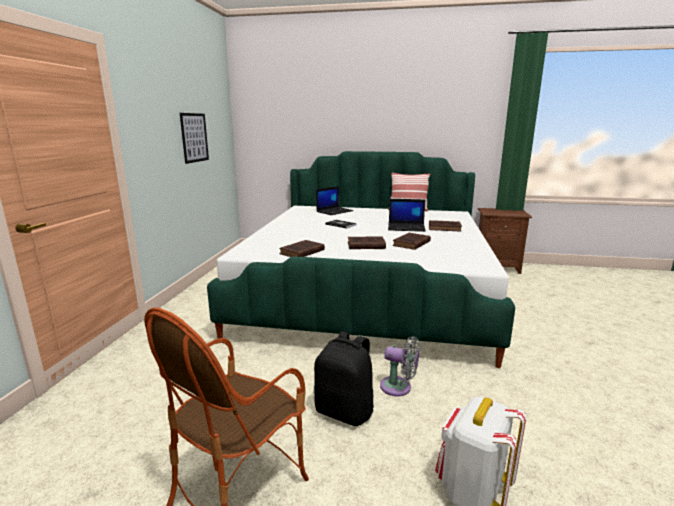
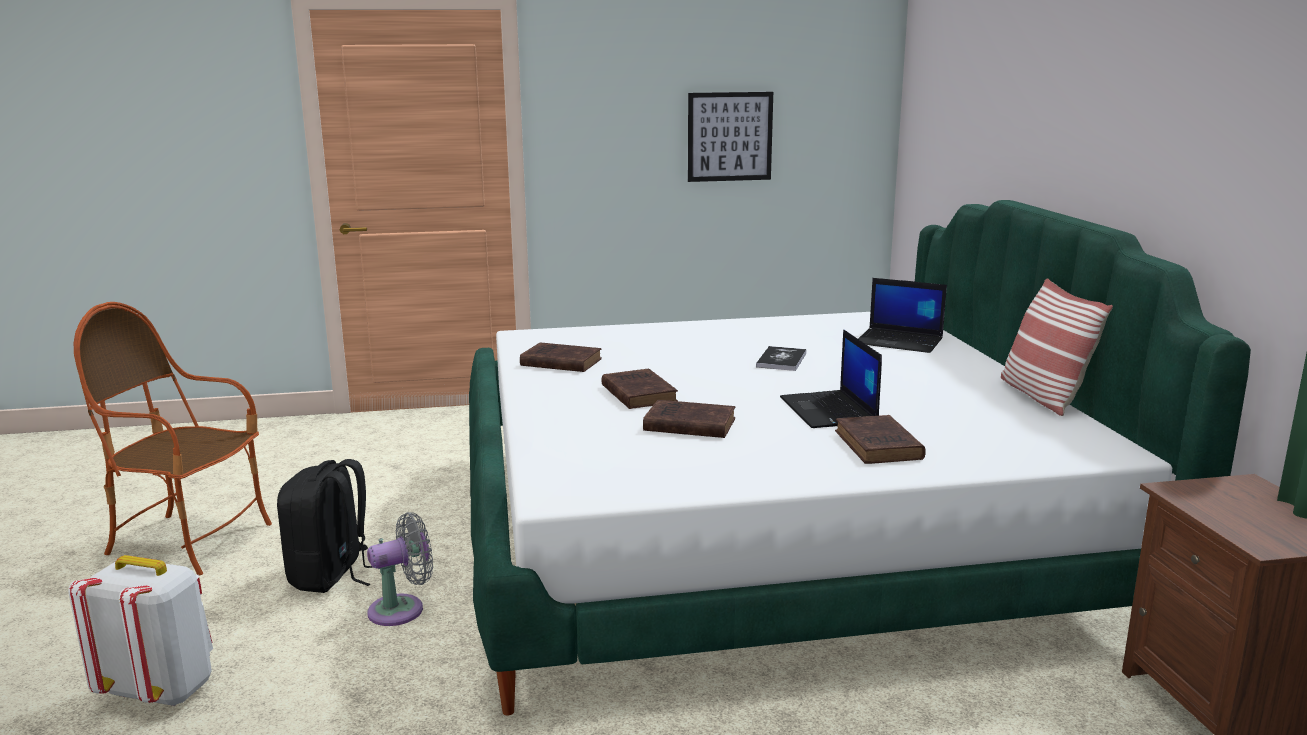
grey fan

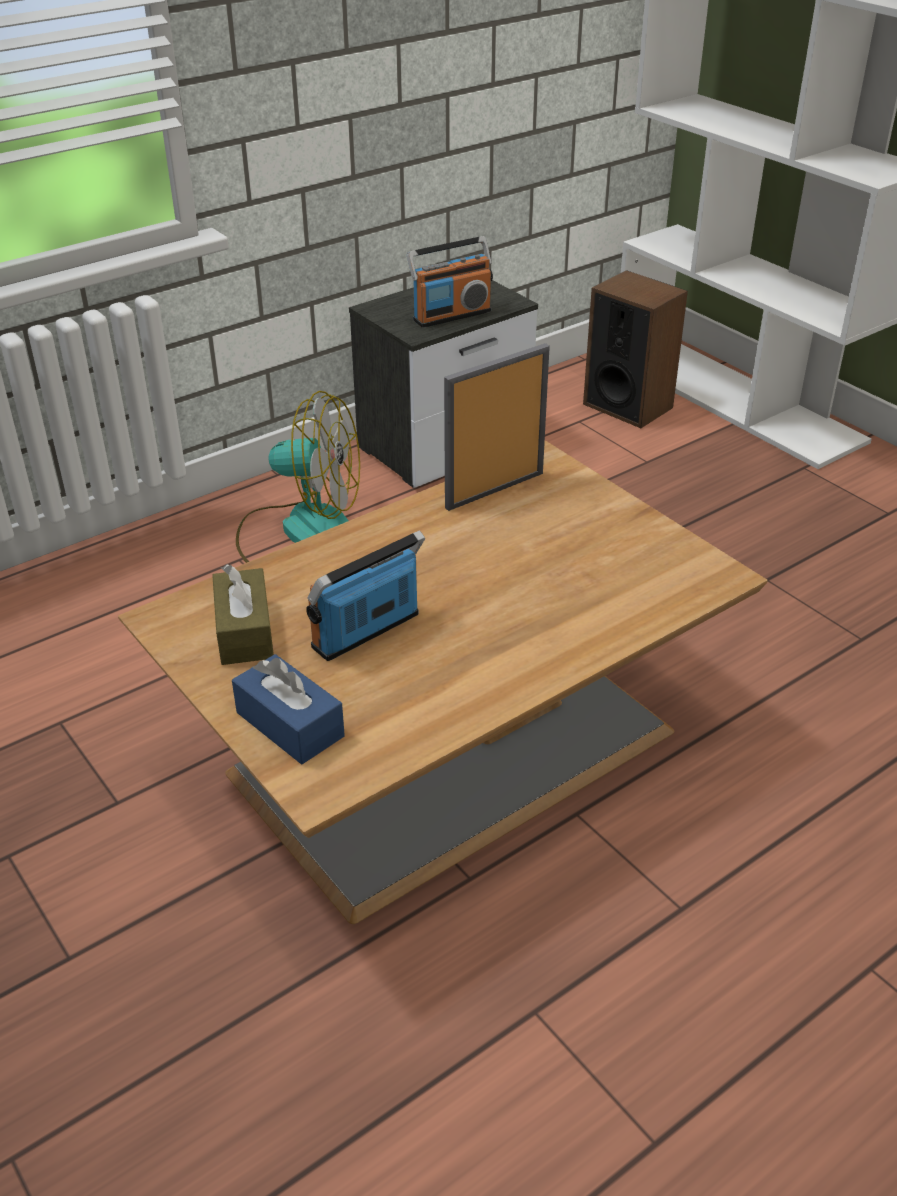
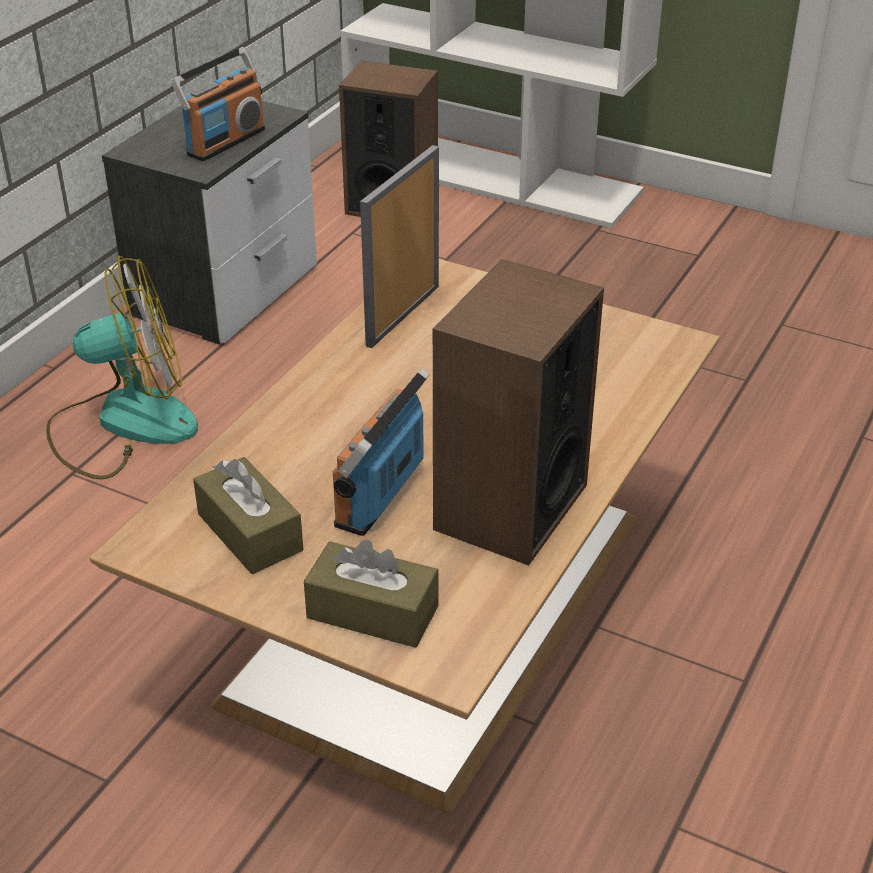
speaker (2nd from left)
brown tissue box (2nd from left)

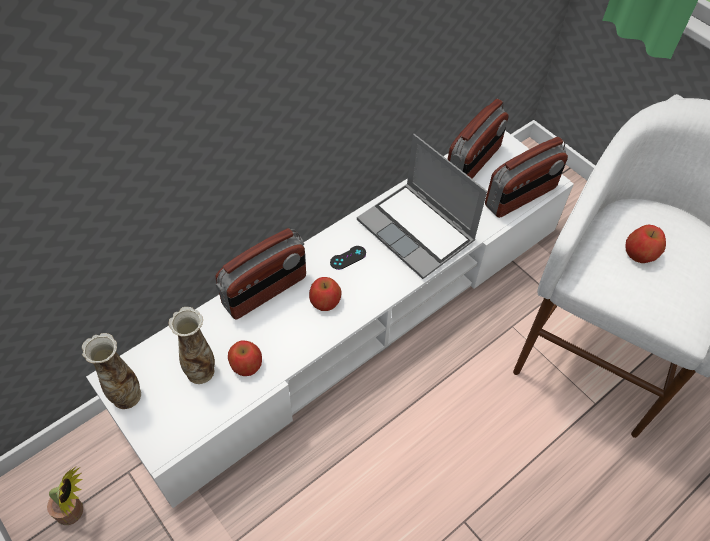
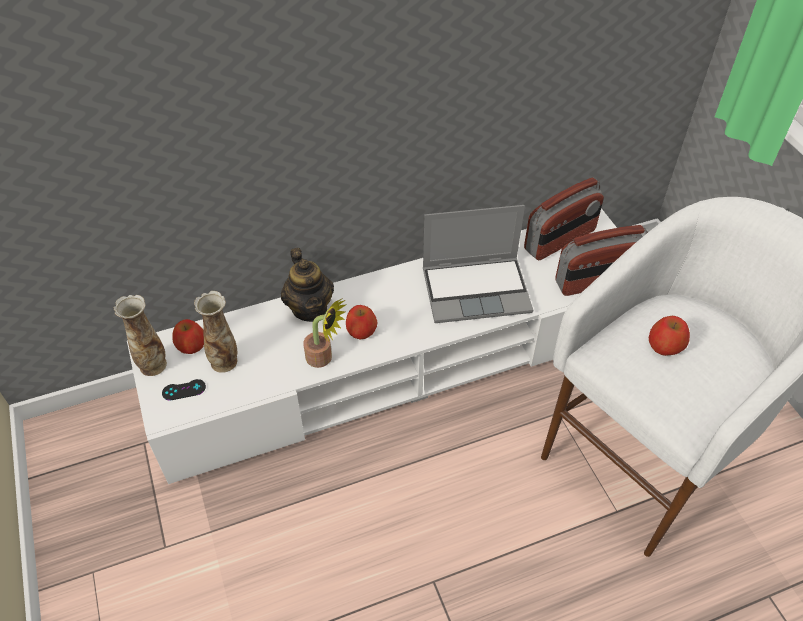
potted plant
apple (1st from left)
black game controller
teapot
laptop

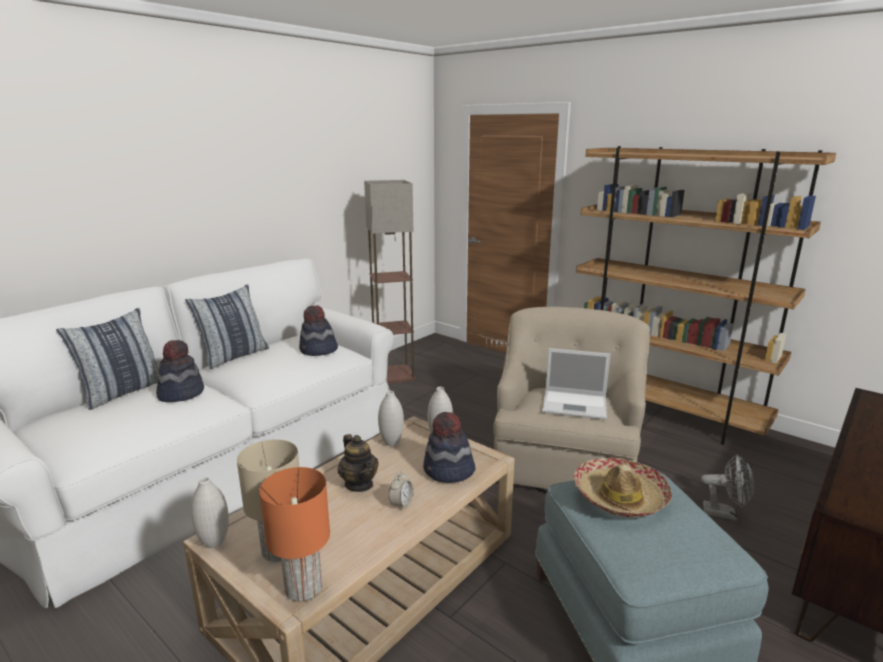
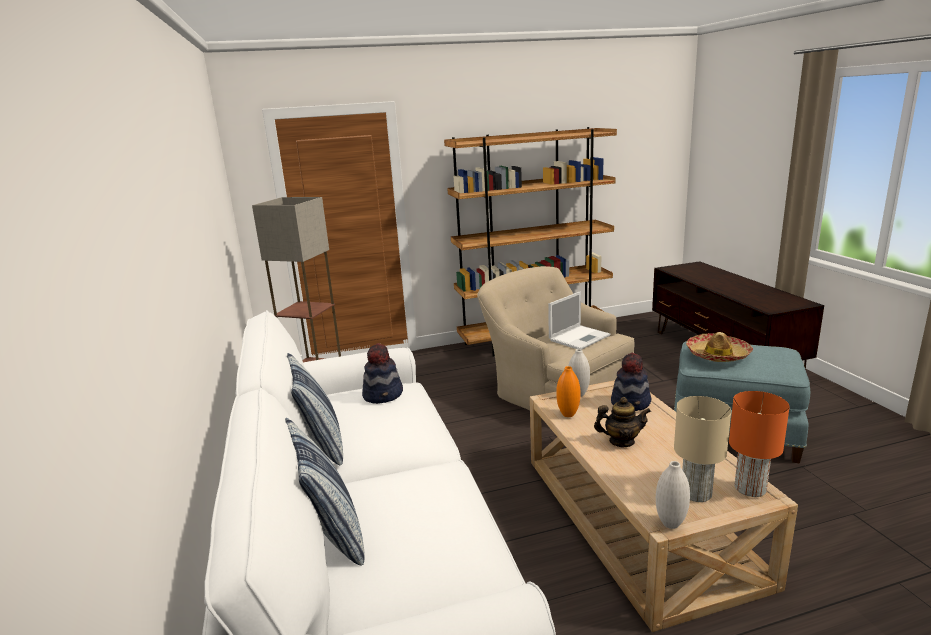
hat (1st from left in the first image)
alarm clock
grey fan
orange vase

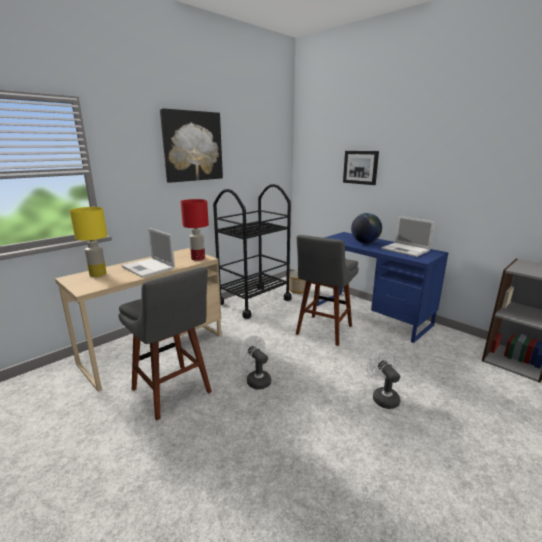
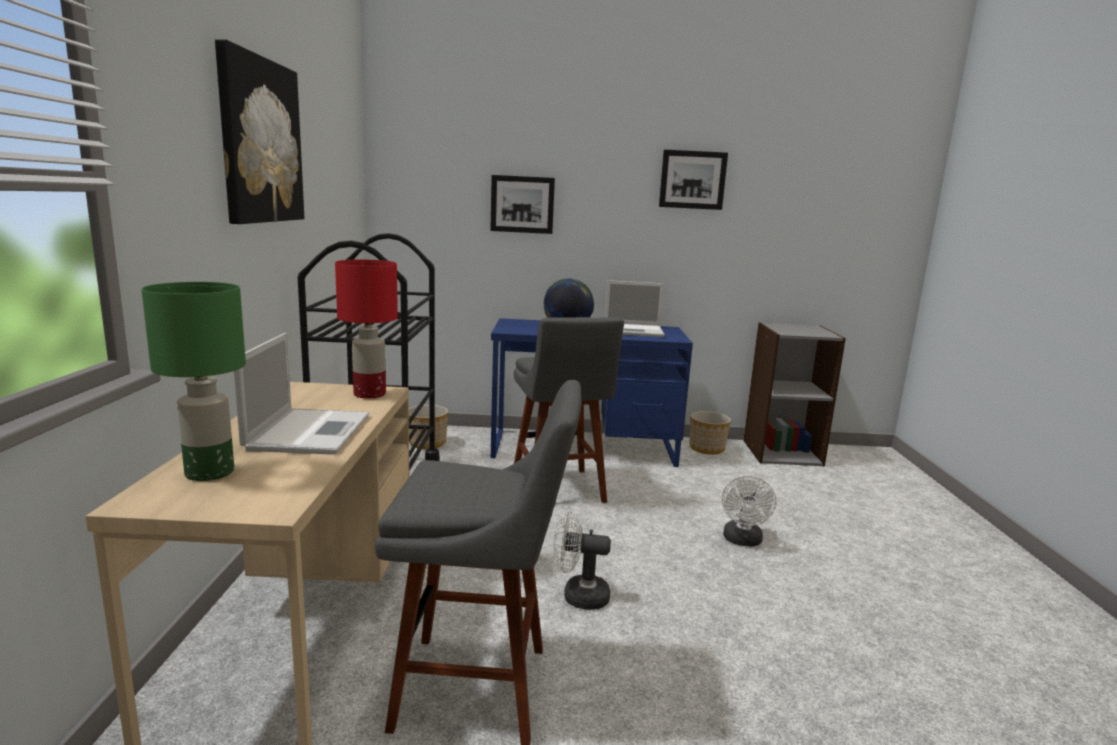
picture (3rd from left)
planter (2nd from left)
green table lamp
laptop (1st from left)
white fan (2nd from left)

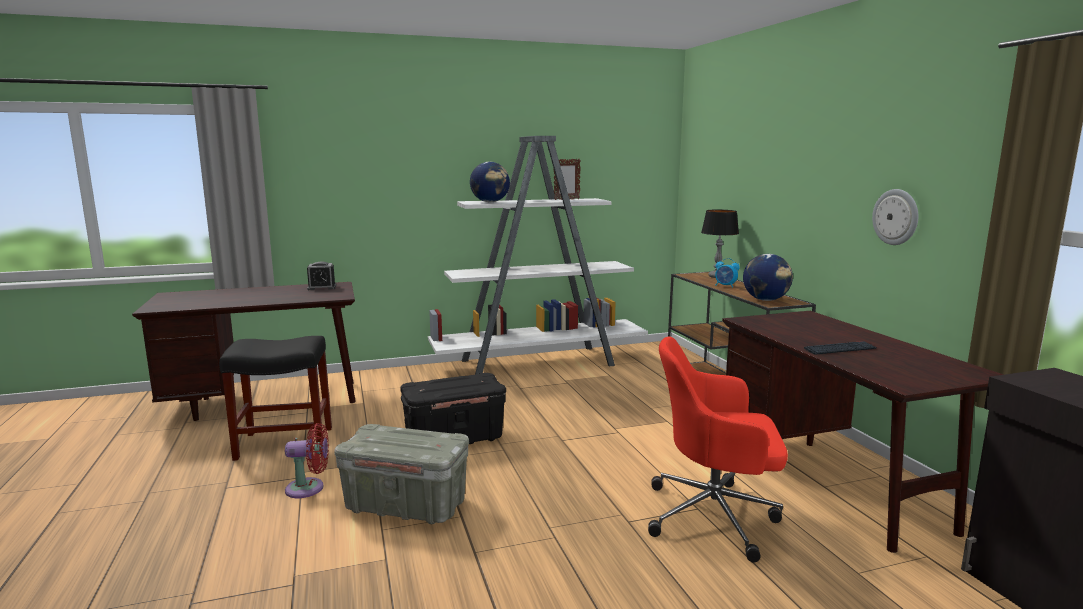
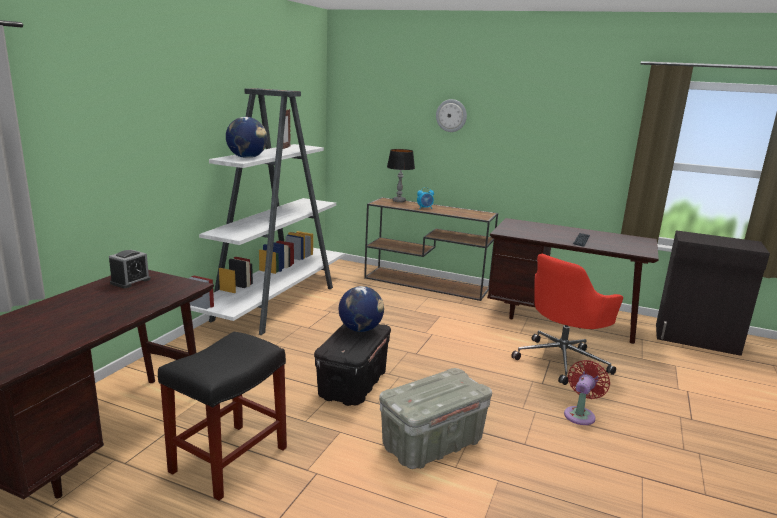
red fan
globe (2nd from left)
wall clock

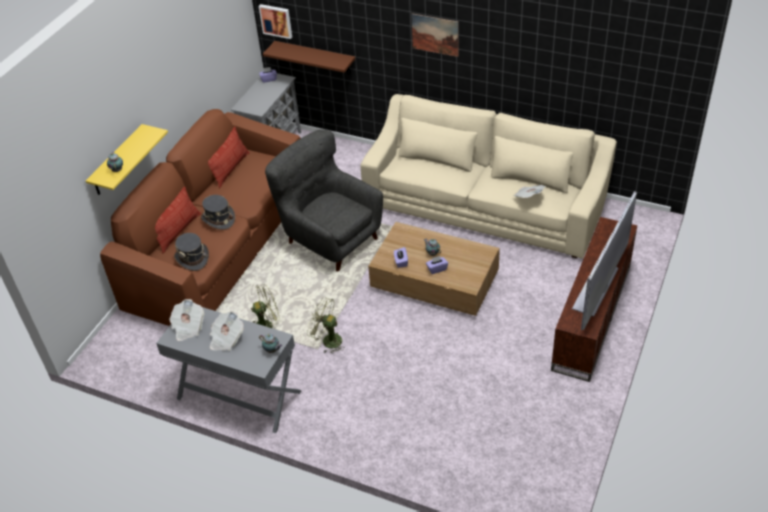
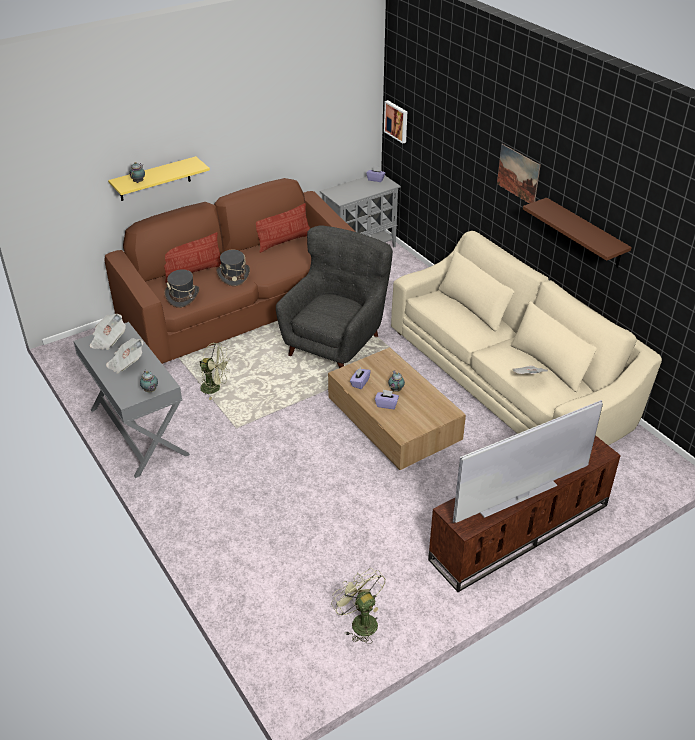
brown shelf
green fan (2nd from left)
grey armchair

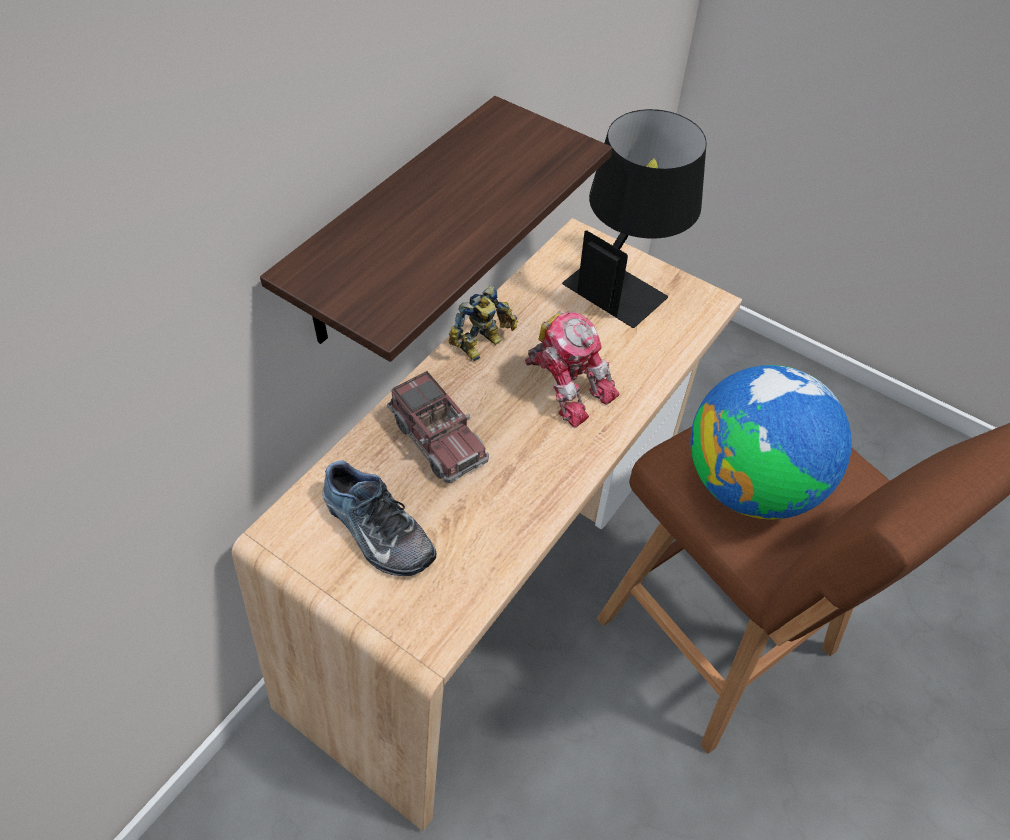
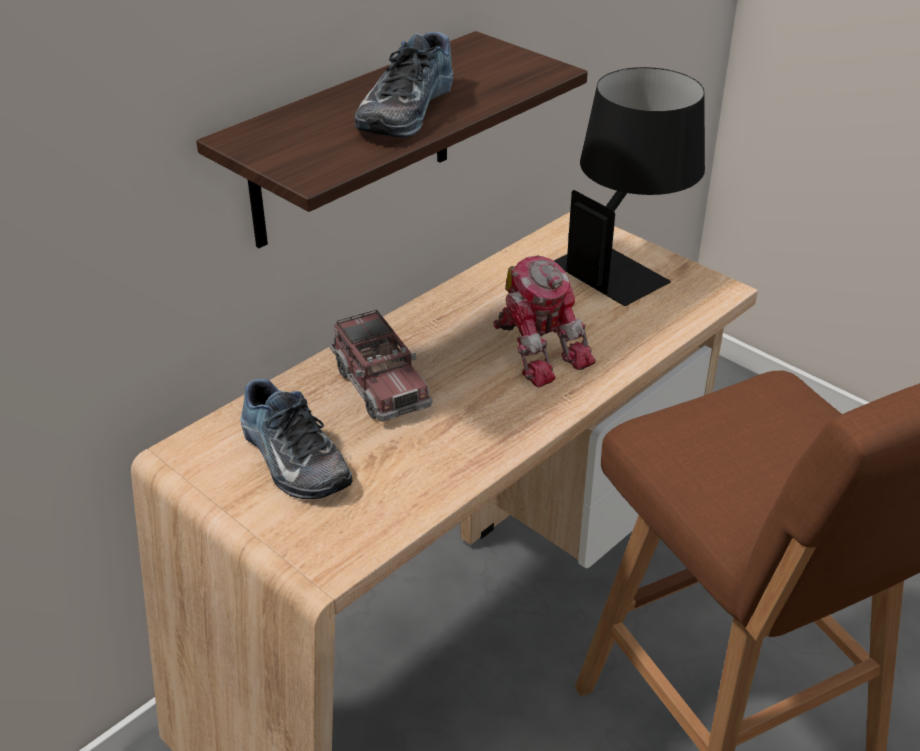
toy robot (1st from left in the first image)
globe
shoe (2nd from left)

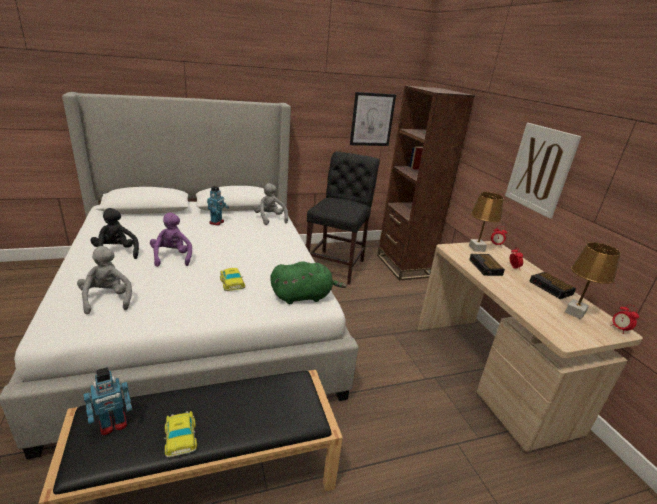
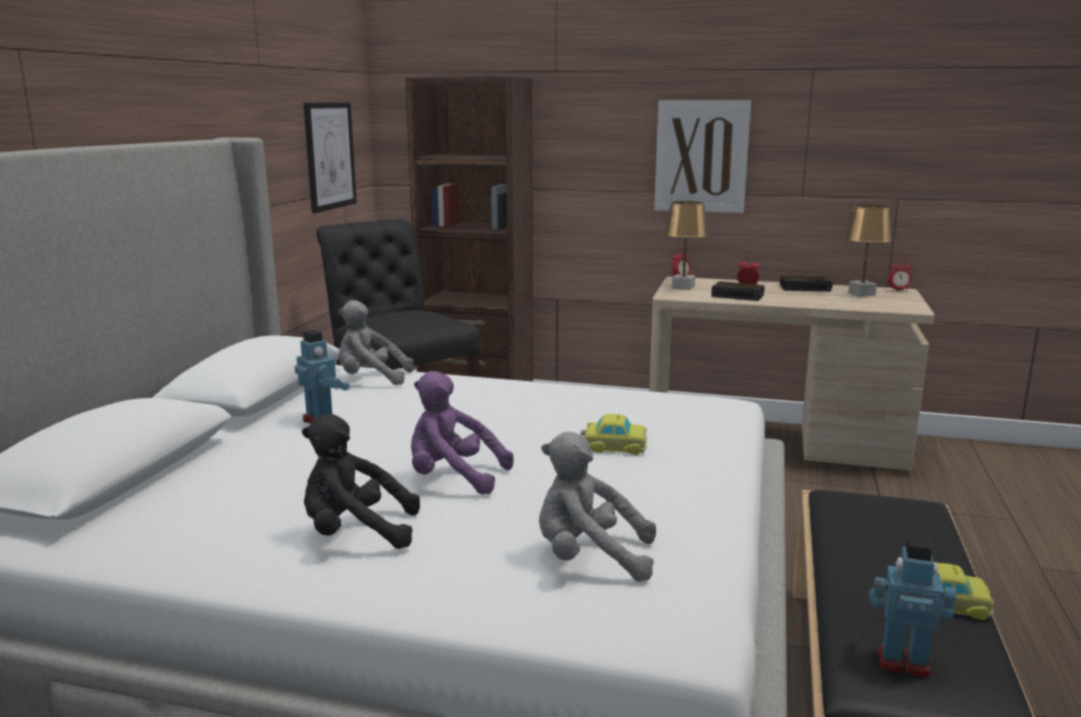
green plush toy
toy robot (2nd from left)

